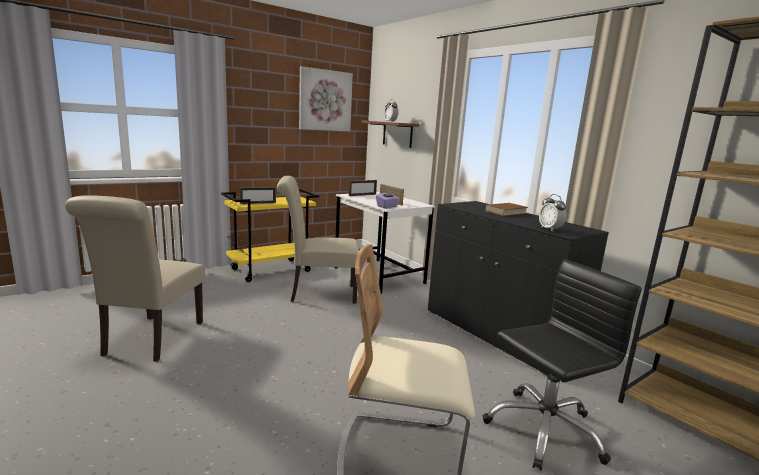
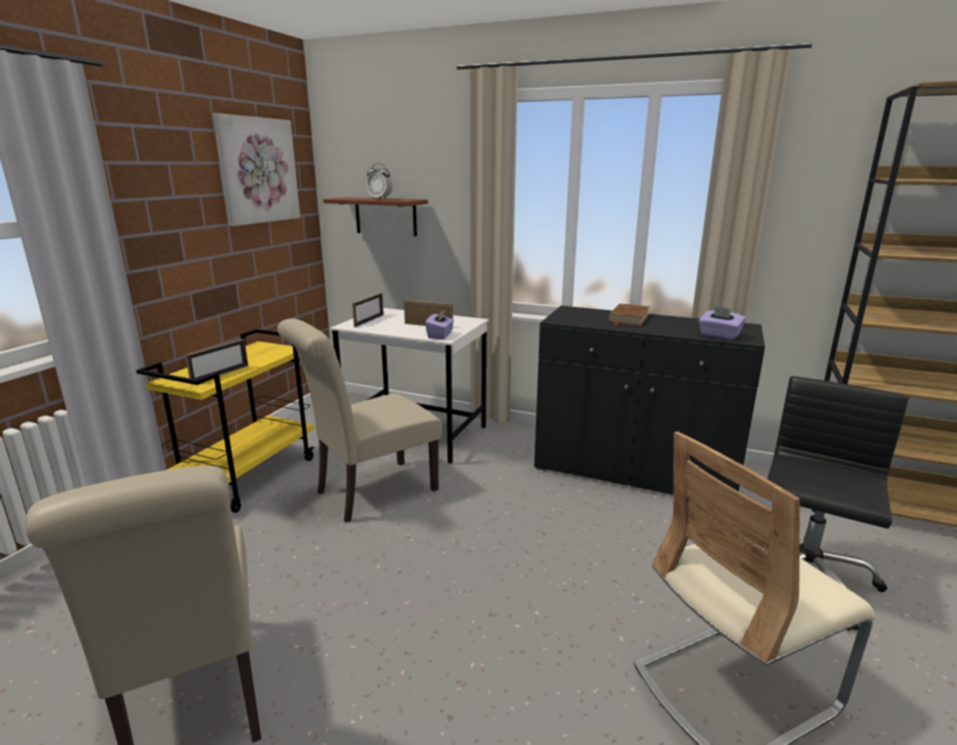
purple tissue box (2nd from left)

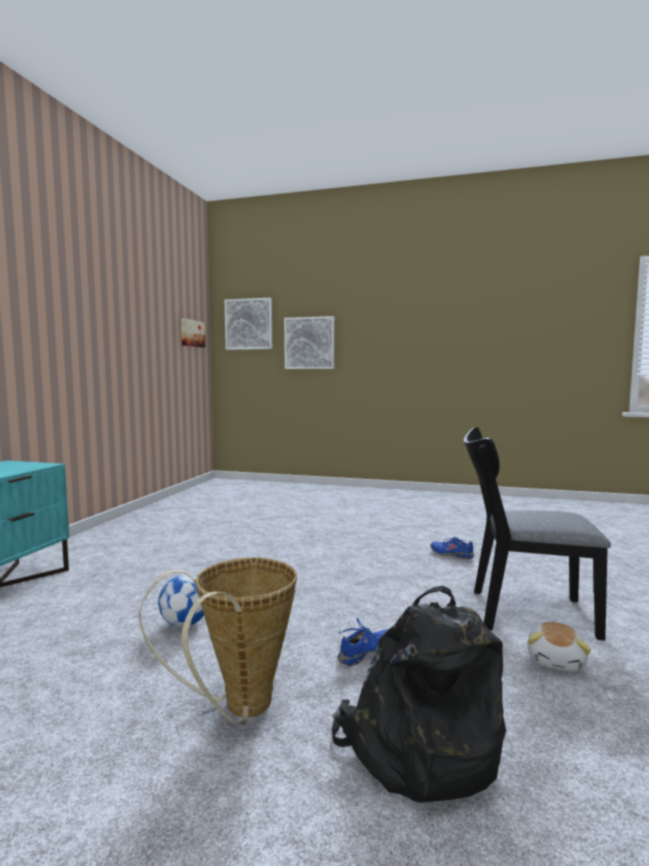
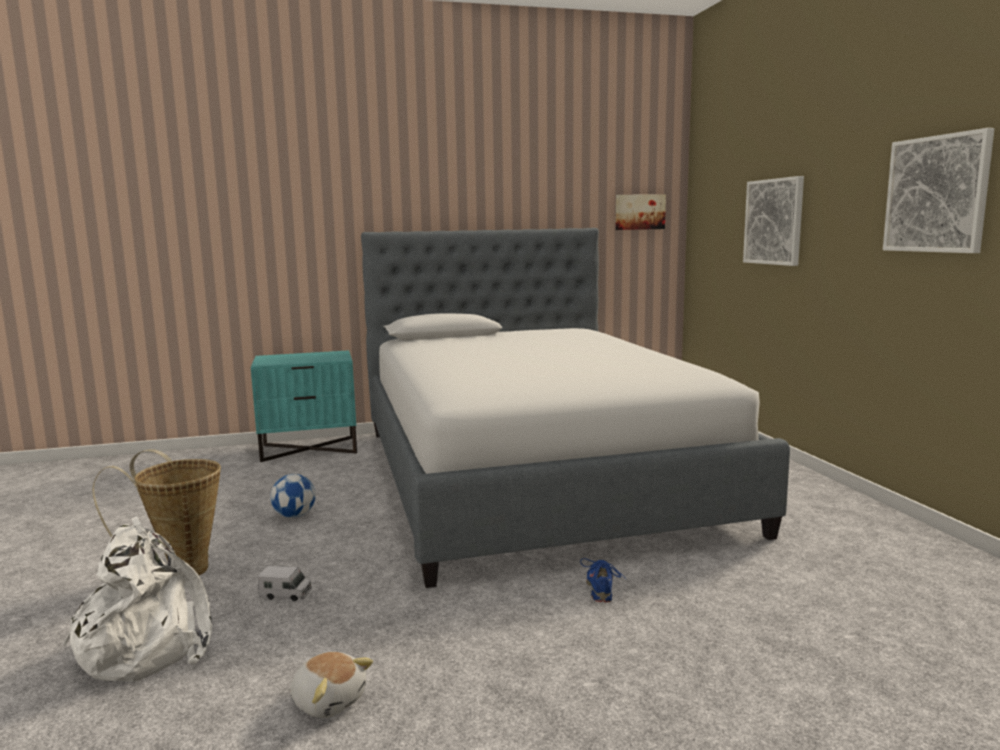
black chair
bed
picture (3rd from left)
toy truck
white backpack
plush toy

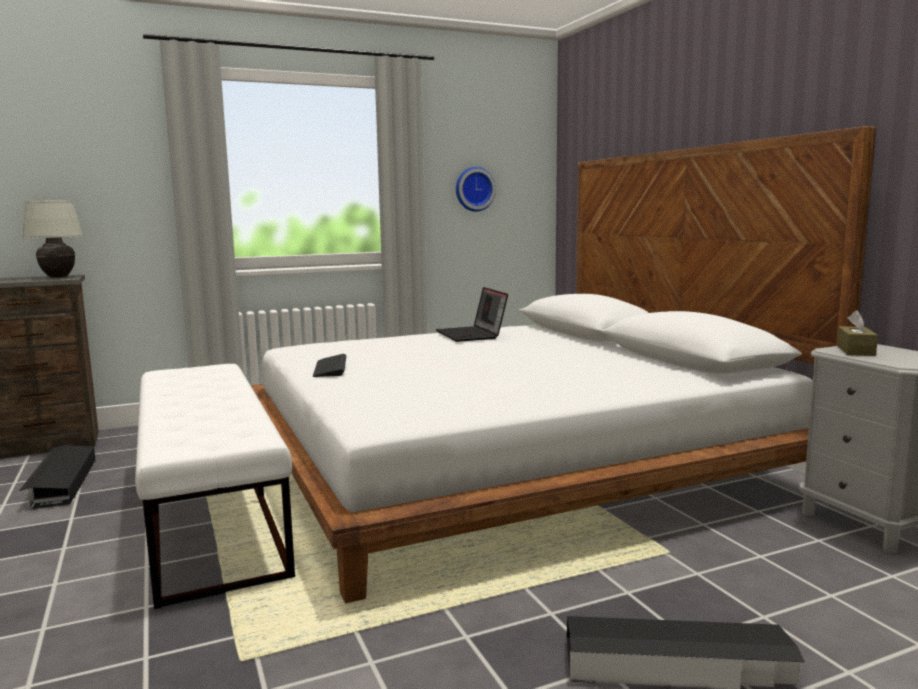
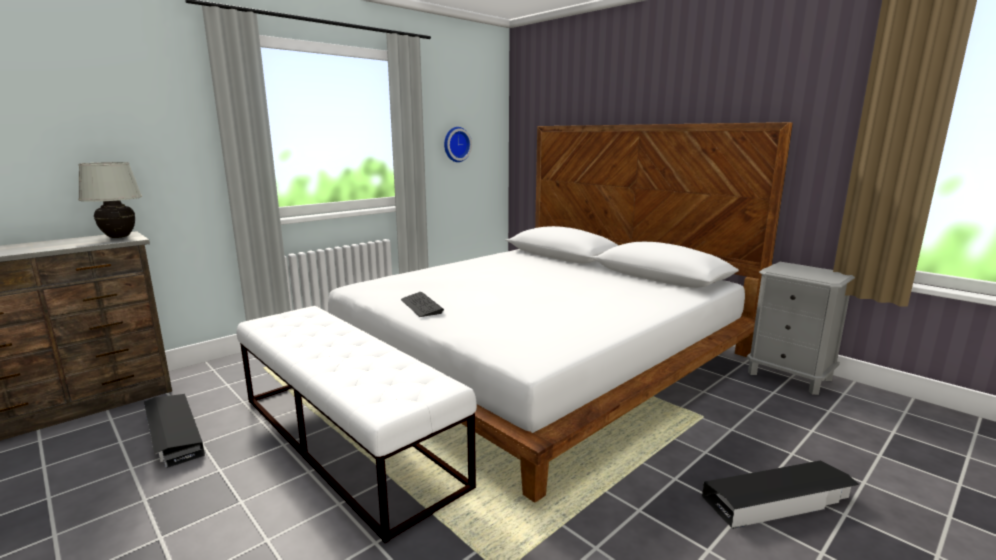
laptop
brown tissue box

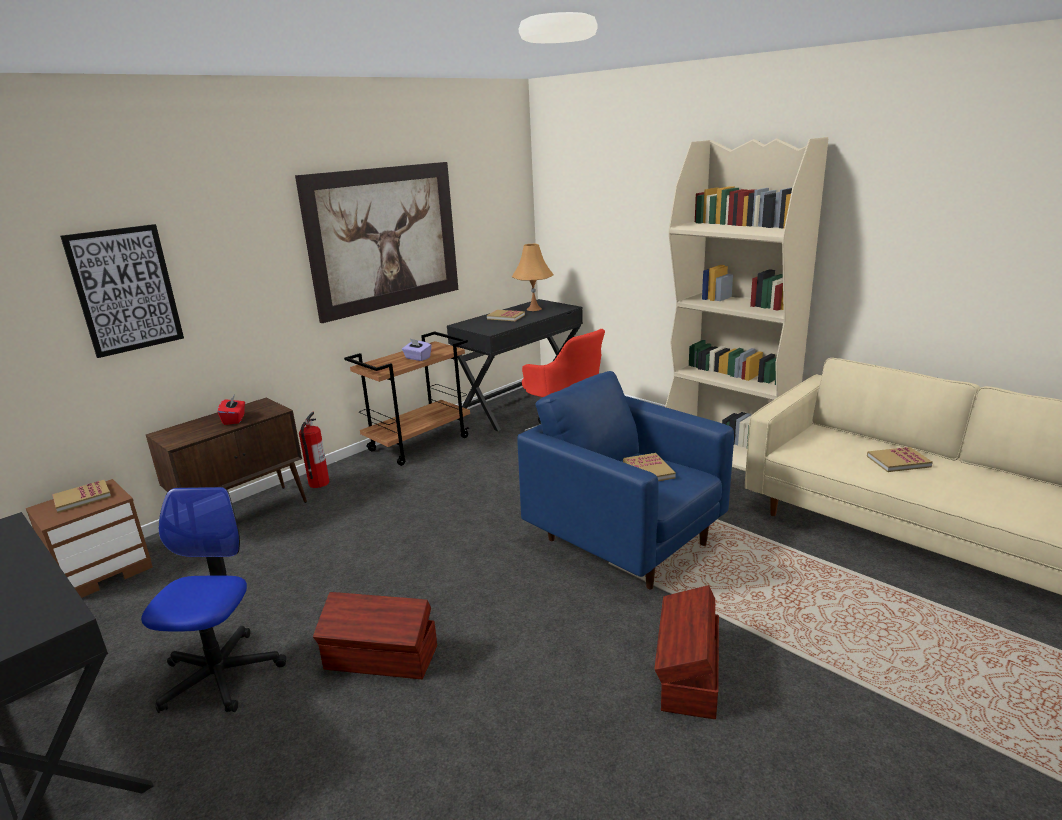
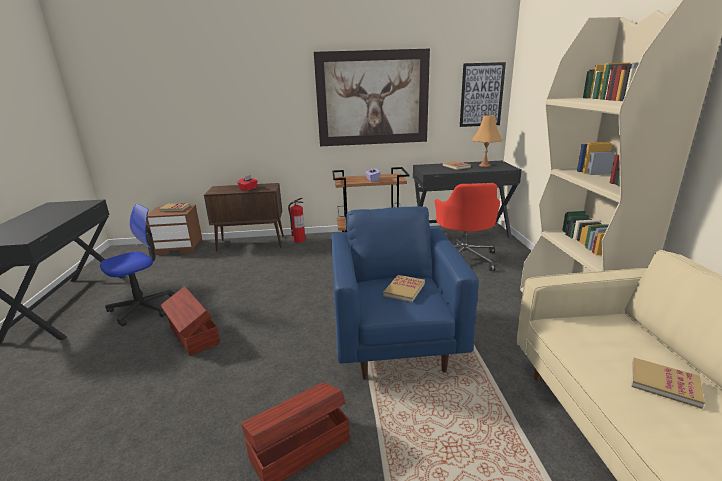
picture (2nd from left)

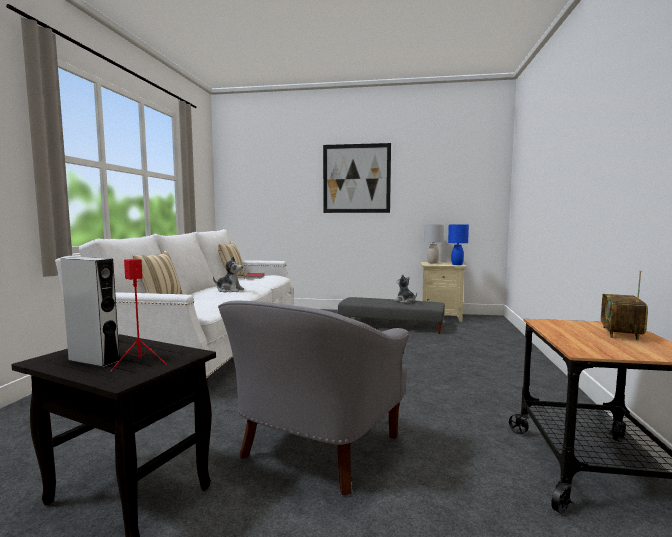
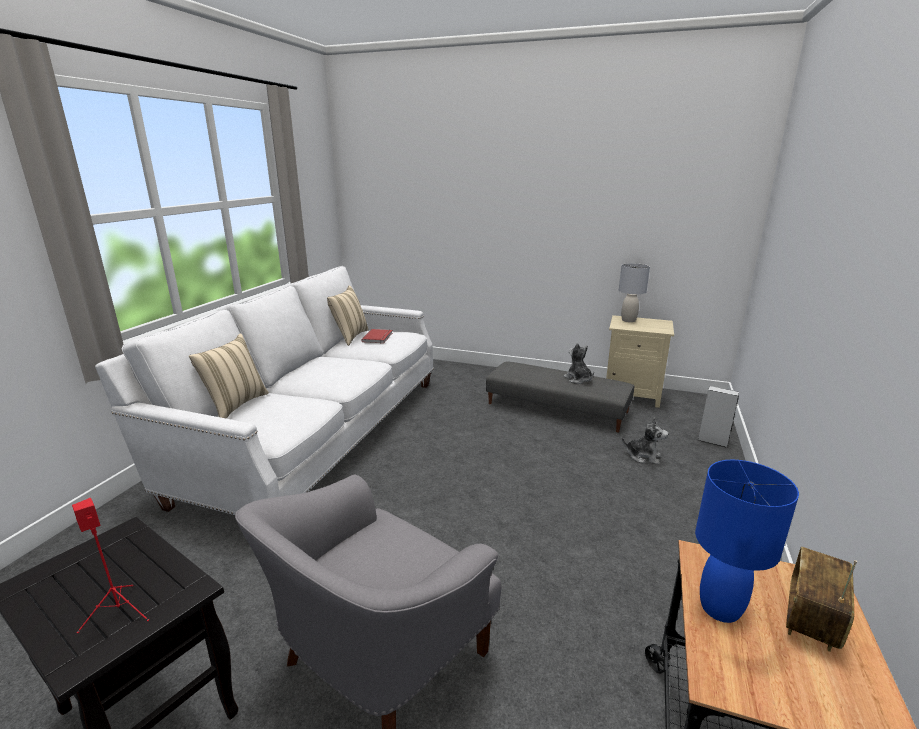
picture
grey speaker
plush toy (2nd from left)
blue table lamp

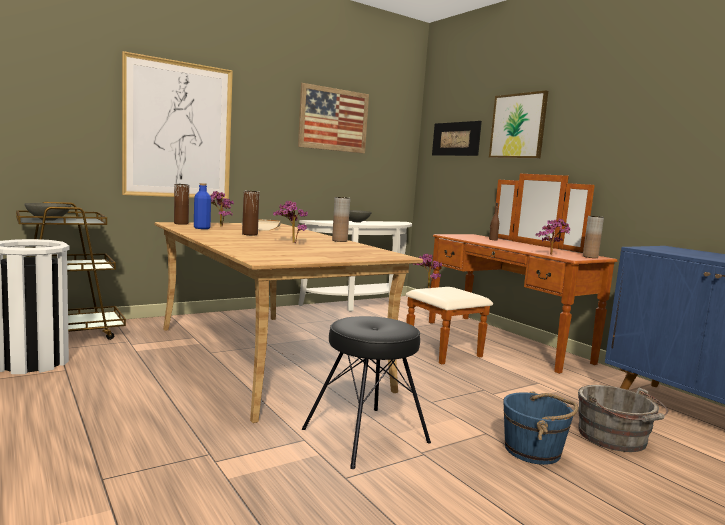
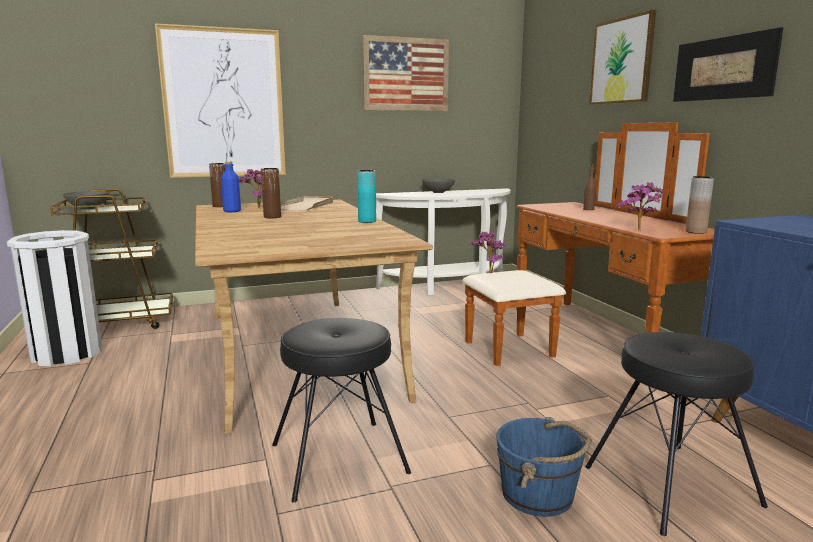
potted plant (2nd from left in the first image)
picture (4th from left)
black stool (2nd from left)
turquoise vase

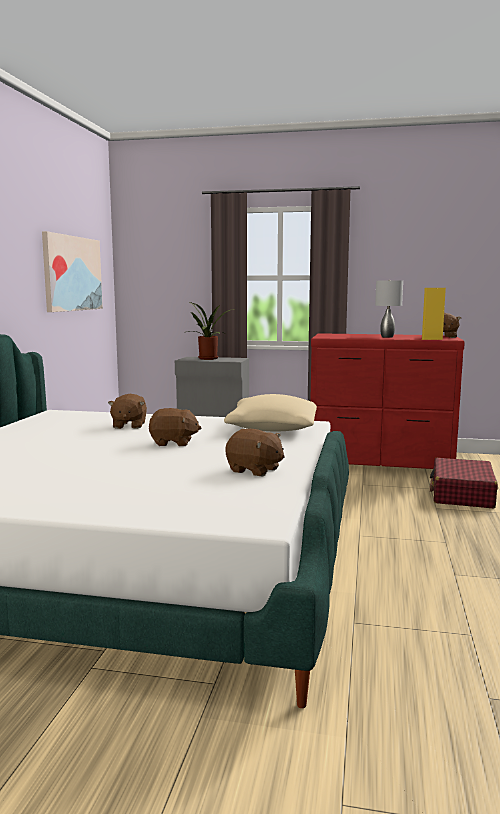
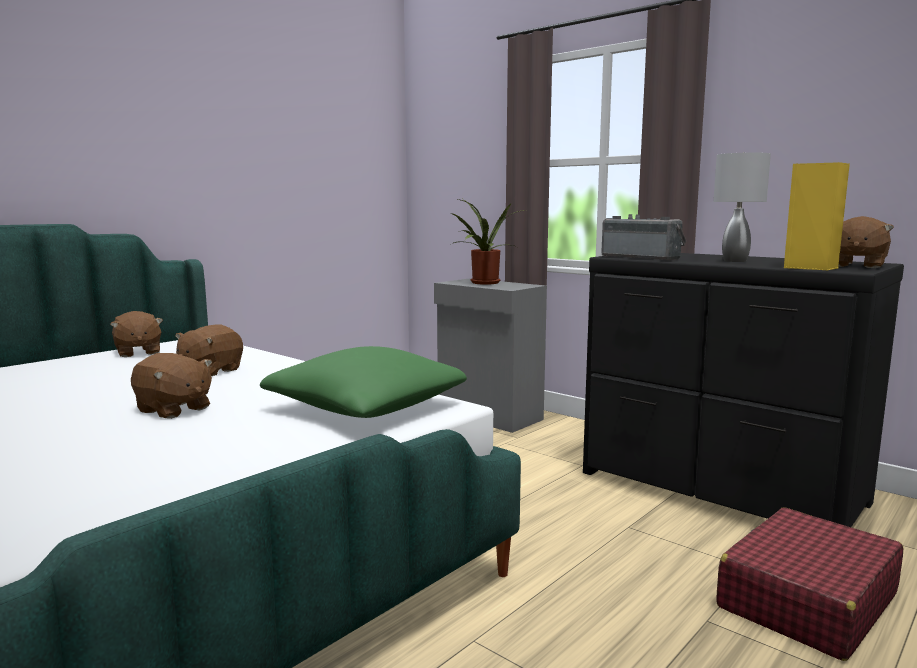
picture
radio
brown plush toy (1st from left)
green pillow
black dresser

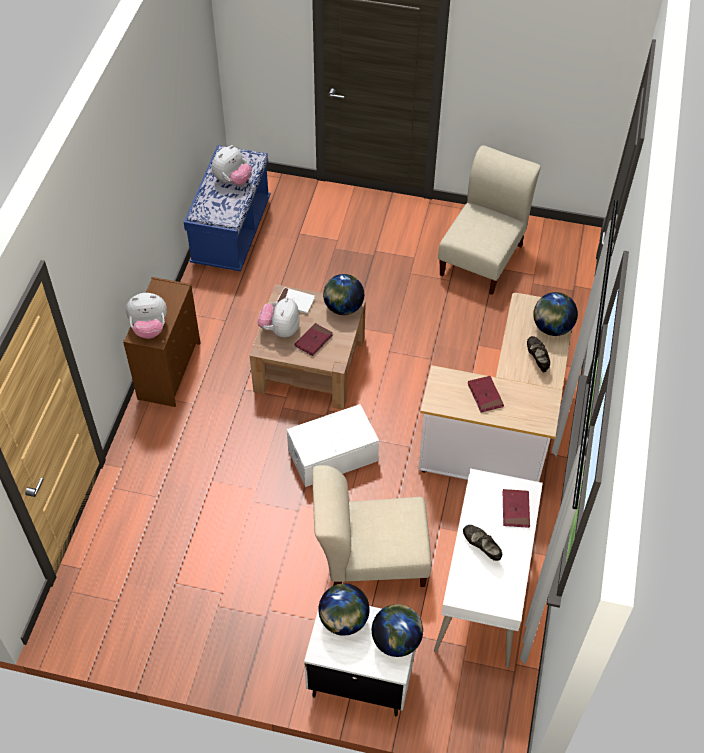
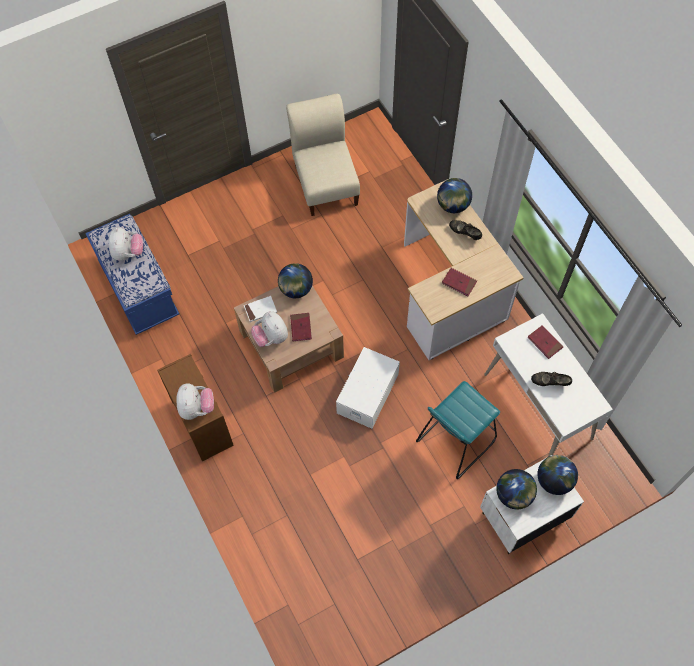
turquoise stool
plush toy (2nd from left)

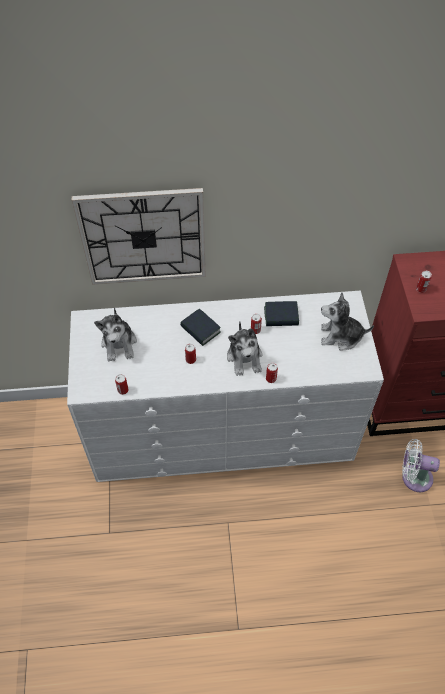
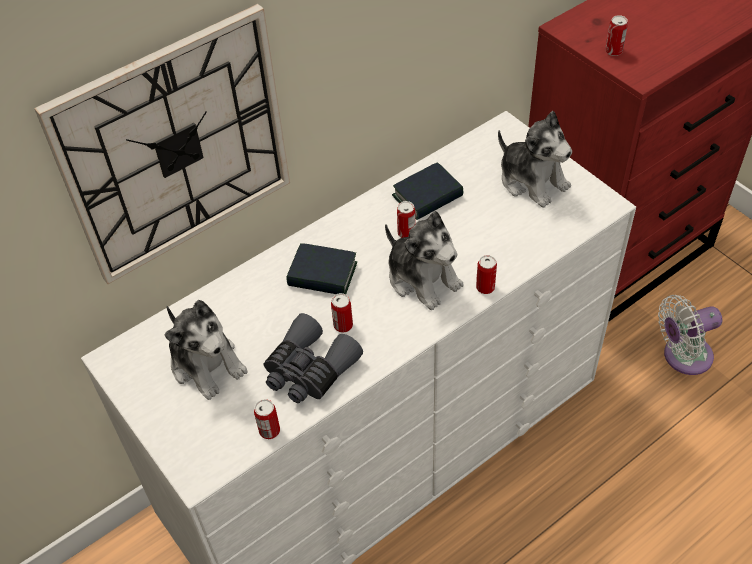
grey binoculars
plush toy (3rd from left)

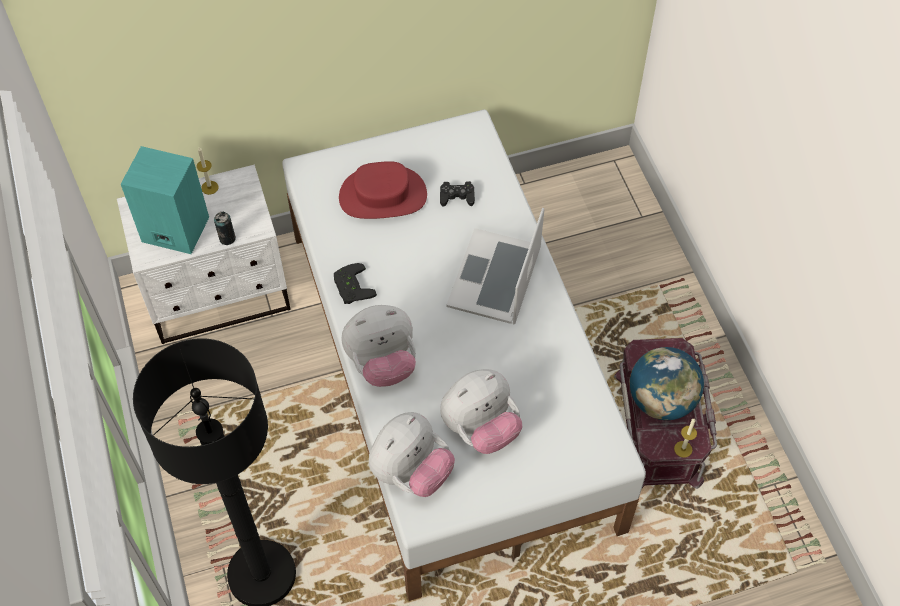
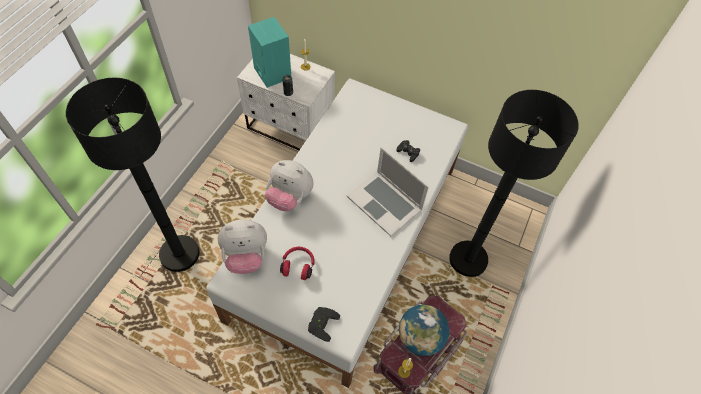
red hat
black floor lamp (2nd from left)
black game controller (1st from left)
red headphones
laptop

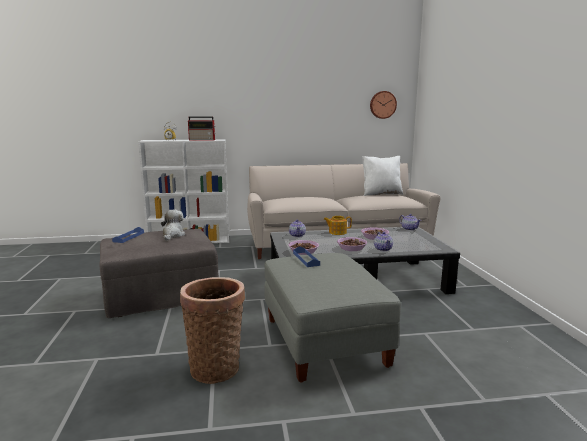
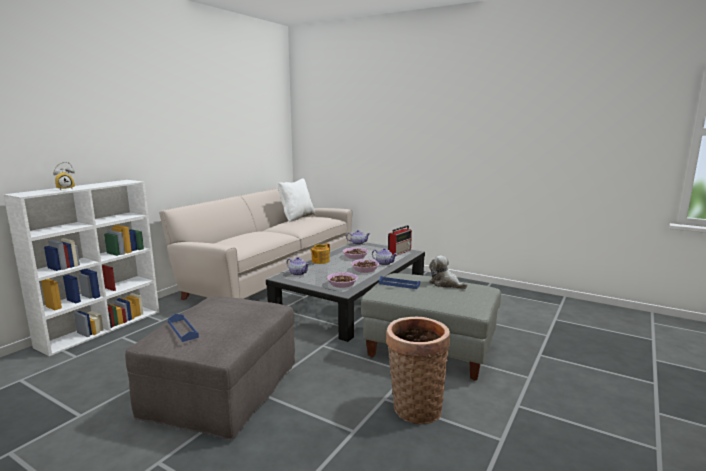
wall clock
plush toy
radio

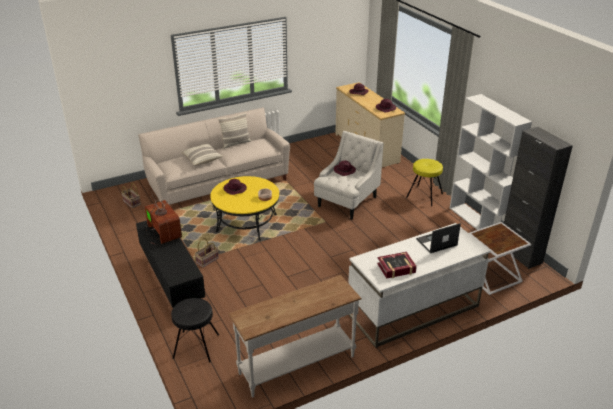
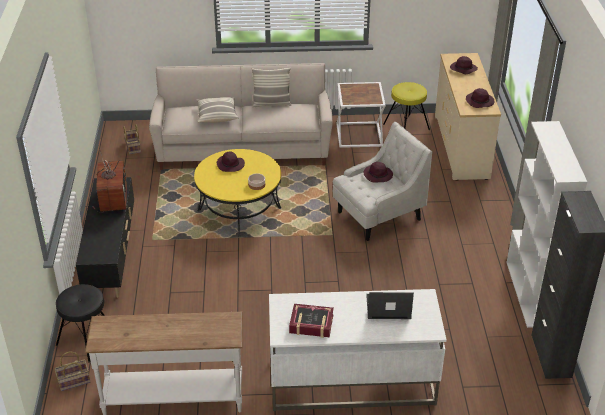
basket (1st from left)
yellow stool
white side table

